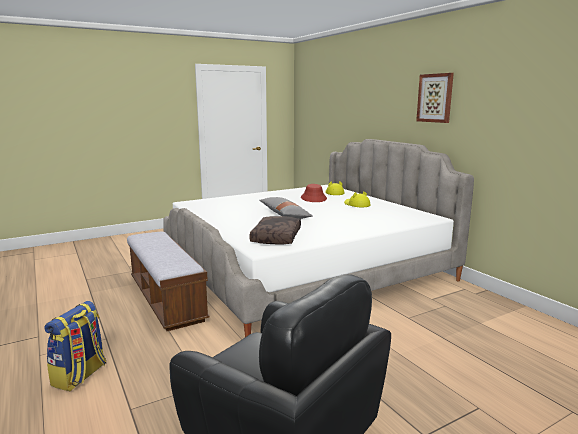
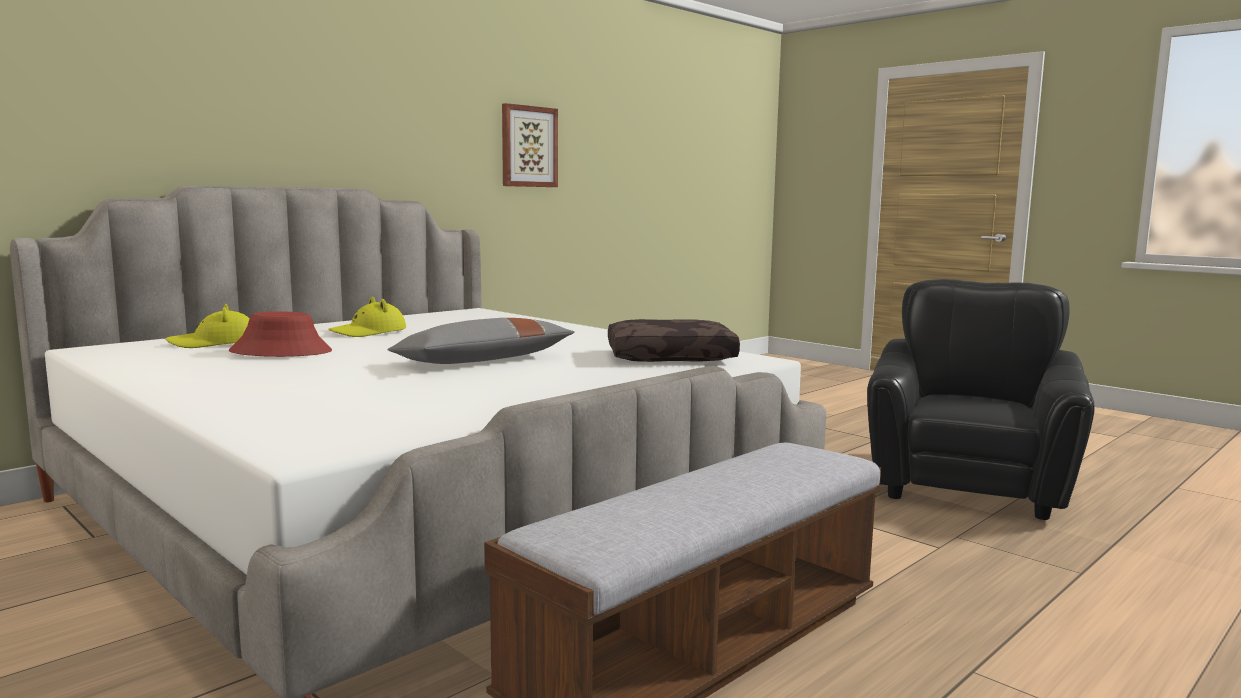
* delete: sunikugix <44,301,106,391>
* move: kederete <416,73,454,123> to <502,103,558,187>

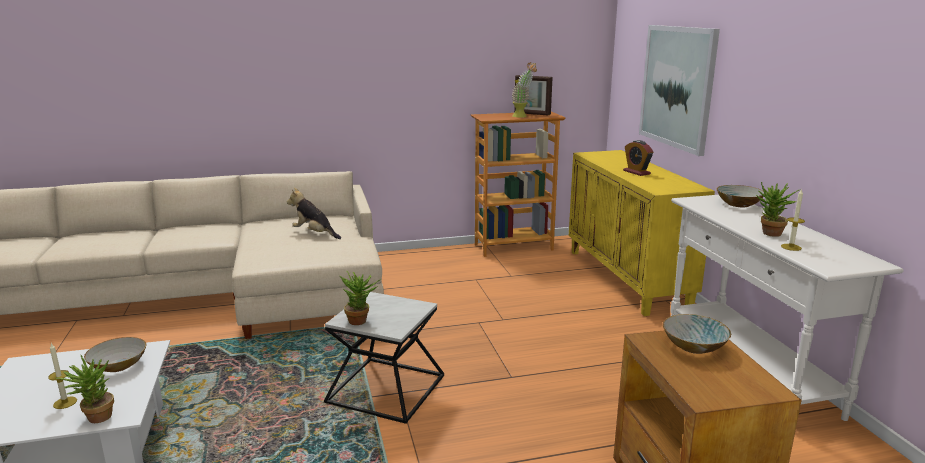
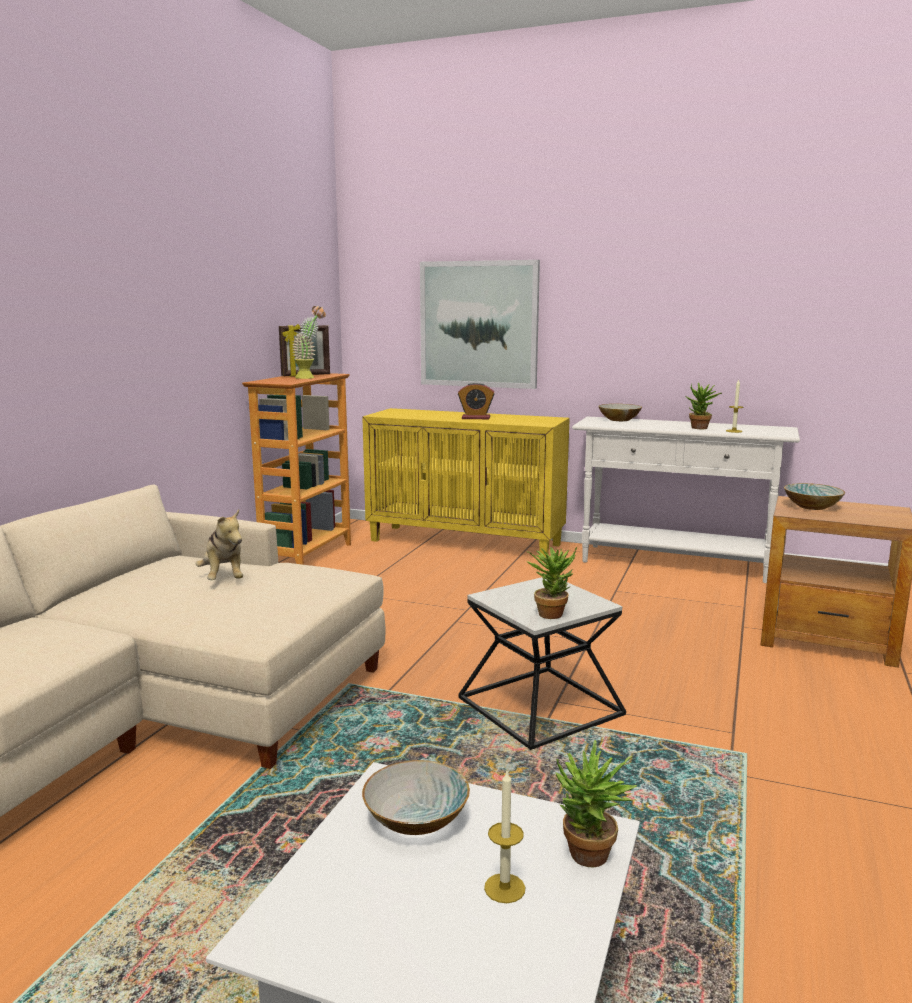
* rotate: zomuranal <287,187,341,239> = <196,510,243,580> 90 degrees counterclockwise

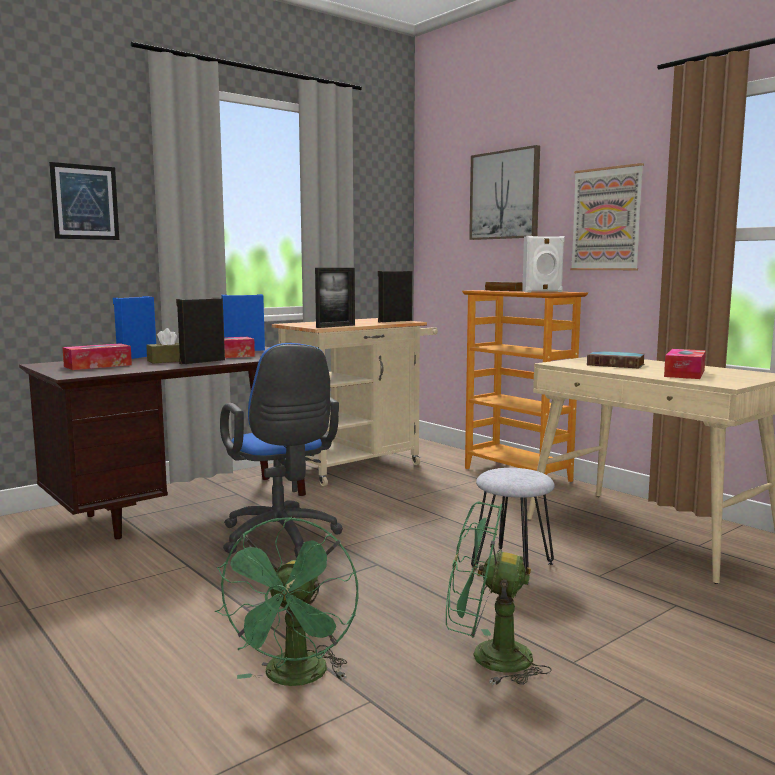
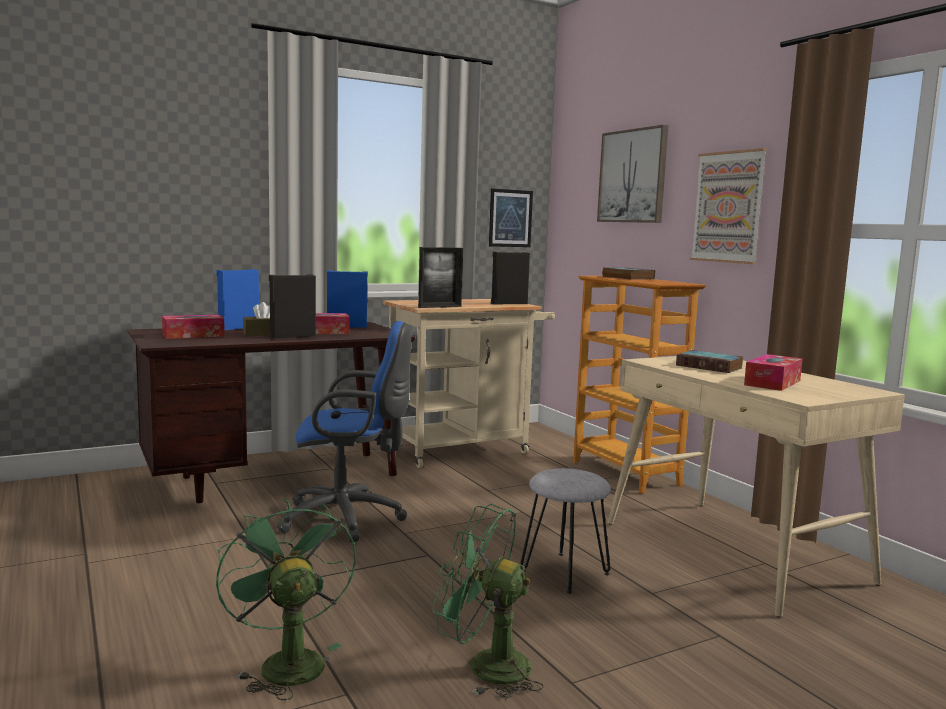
* delete: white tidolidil <522,236,565,292>
* move: kederete <49,162,119,240> to <489,188,533,247>
* rotate: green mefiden <215,517,358,686> = <216,498,356,700> 135 degrees clockwise
* rotate: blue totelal <220,343,343,558> = <277,321,411,542> 75 degrees counterclockwise

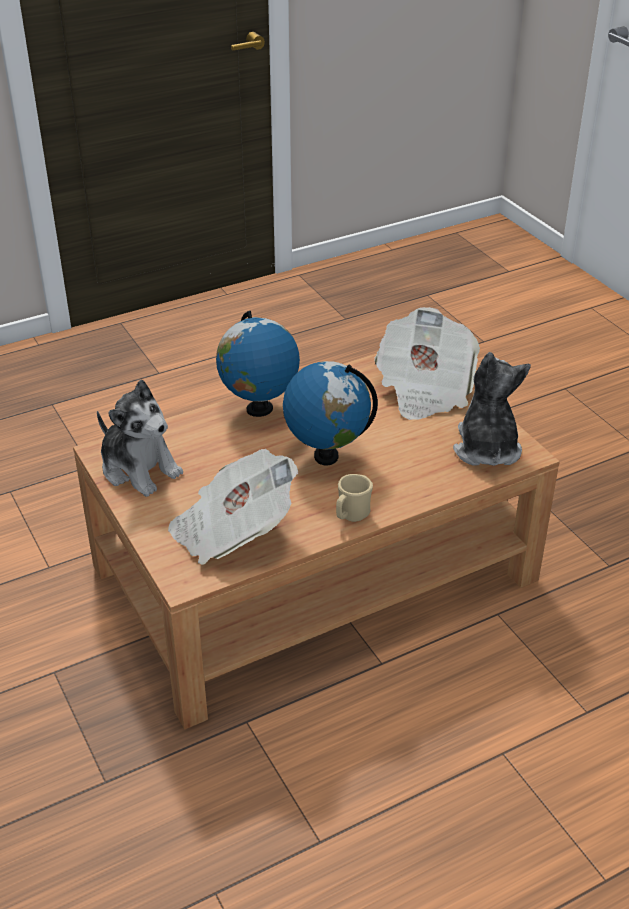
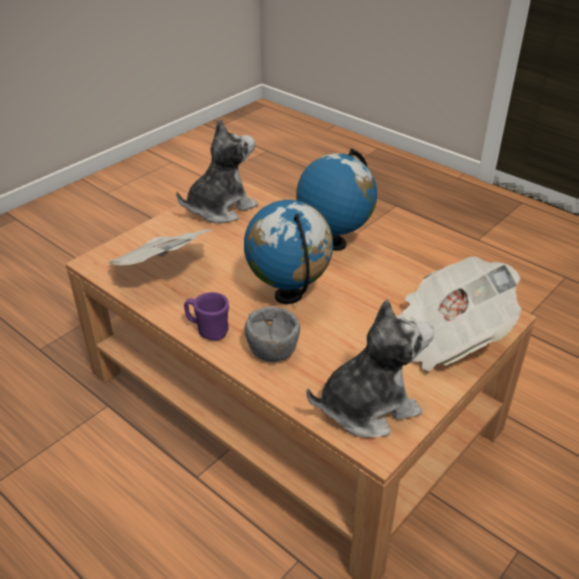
* insert: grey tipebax <245,306,300,362>
* recolor: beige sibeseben <336,474,373,522> to purple sibeseben <184,292,229,340>
* rotate: zomuranal <97,379,183,497> = <176,119,258,223> 150 degrees counterclockwise

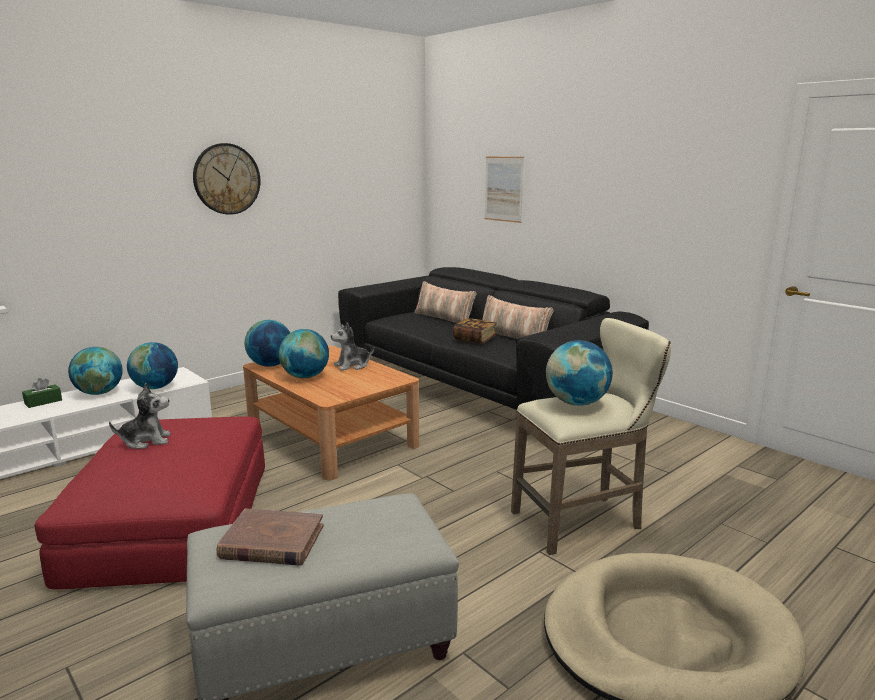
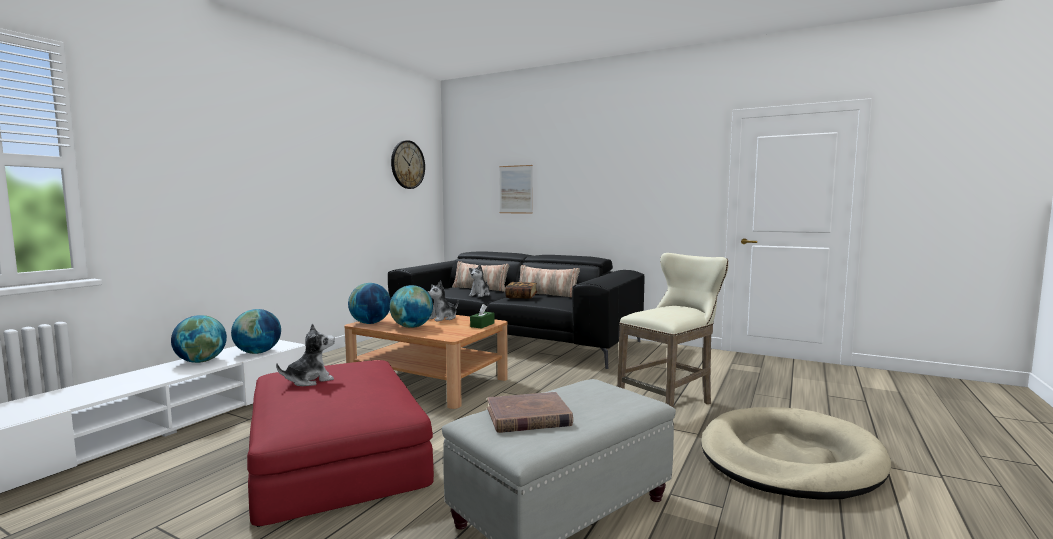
* delete: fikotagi <546,340,613,406>
* insert: zomuranal <469,264,490,297>
* move: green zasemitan <22,378,62,408> to <470,304,495,329>
* move: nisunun <193,143,261,215> to <391,140,425,189>

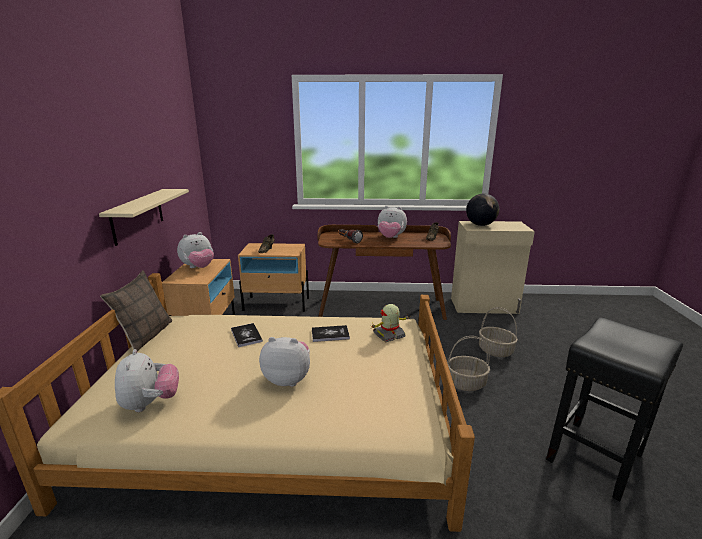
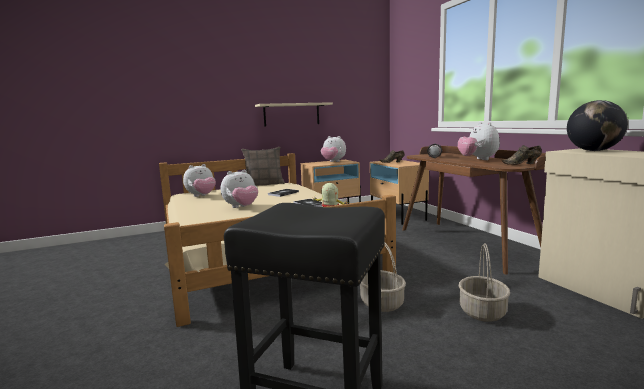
* rotate: zomuranal <259,337,310,387> = <221,170,258,208> 75 degrees clockwise

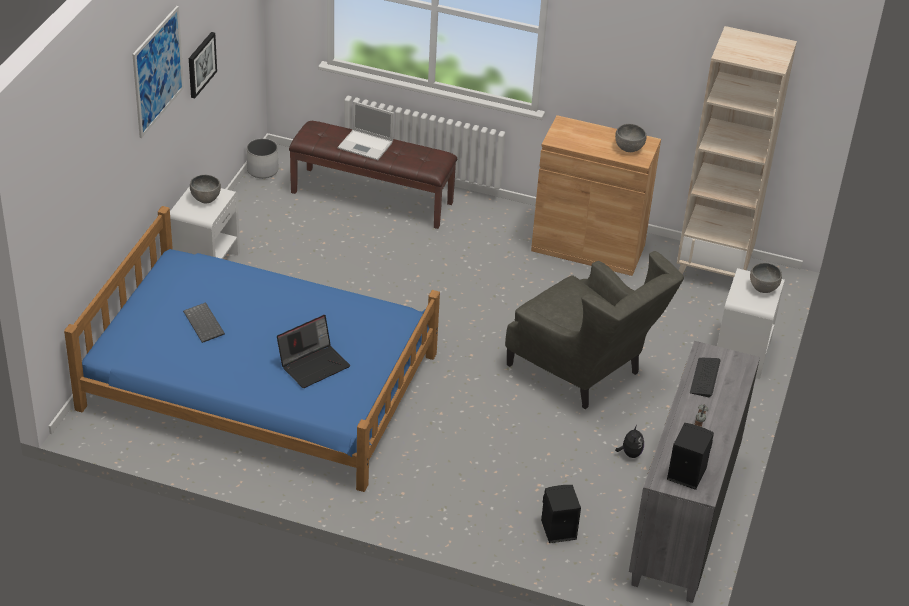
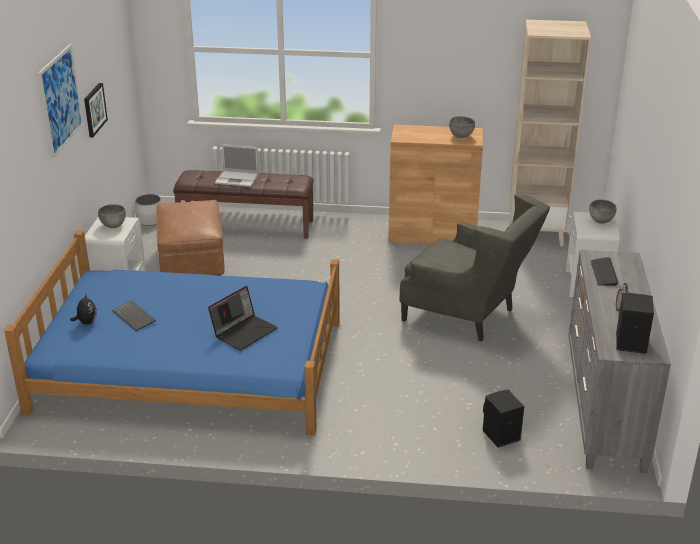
* insert: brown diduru <156,200,224,275>
* move: zomuranal <615,425,644,458> to <70,294,97,324>

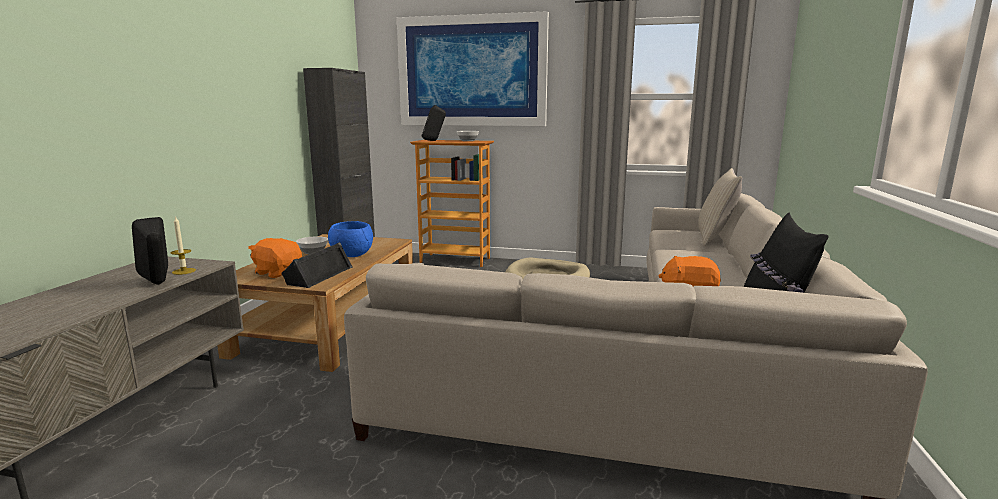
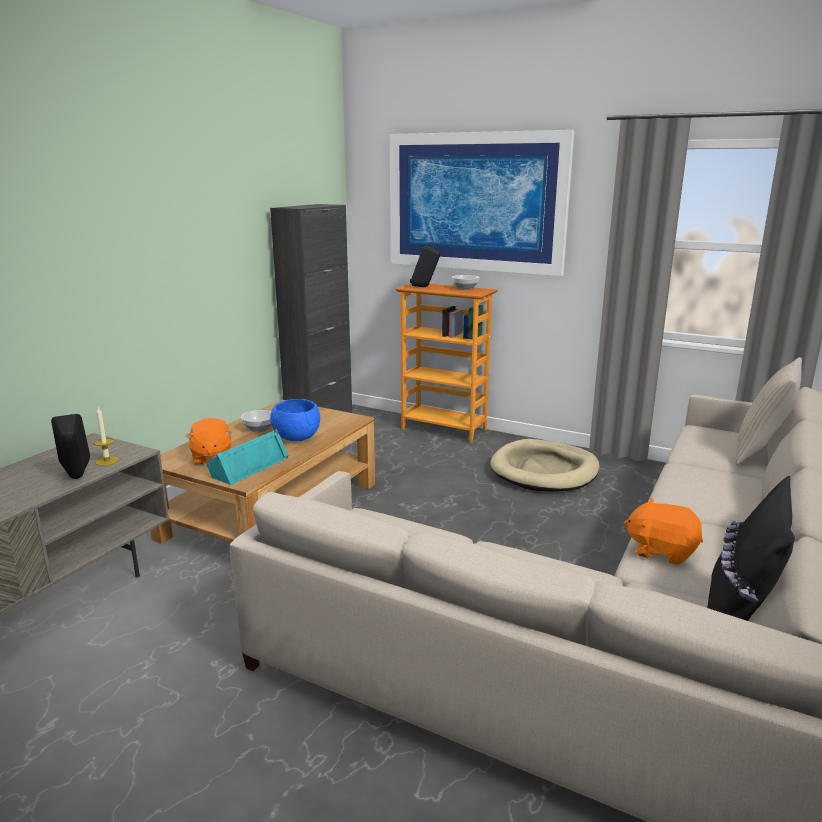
* recolor: black tidolidil <281,242,352,288> to turquoise tidolidil <207,429,289,485>
* rotate: orange zomuranal <248,238,302,278> = <185,418,232,465> 150 degrees counterclockwise

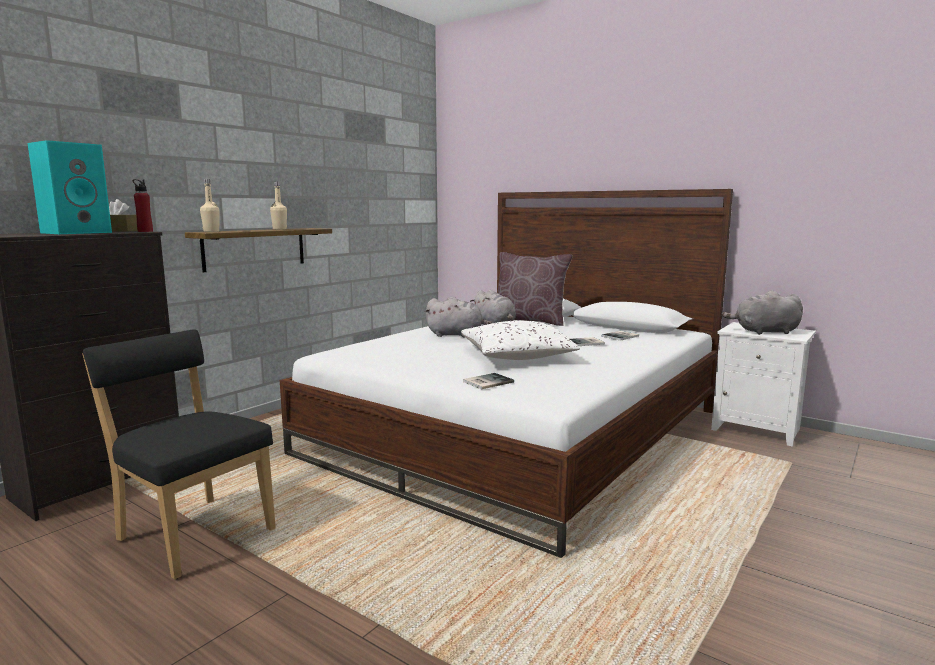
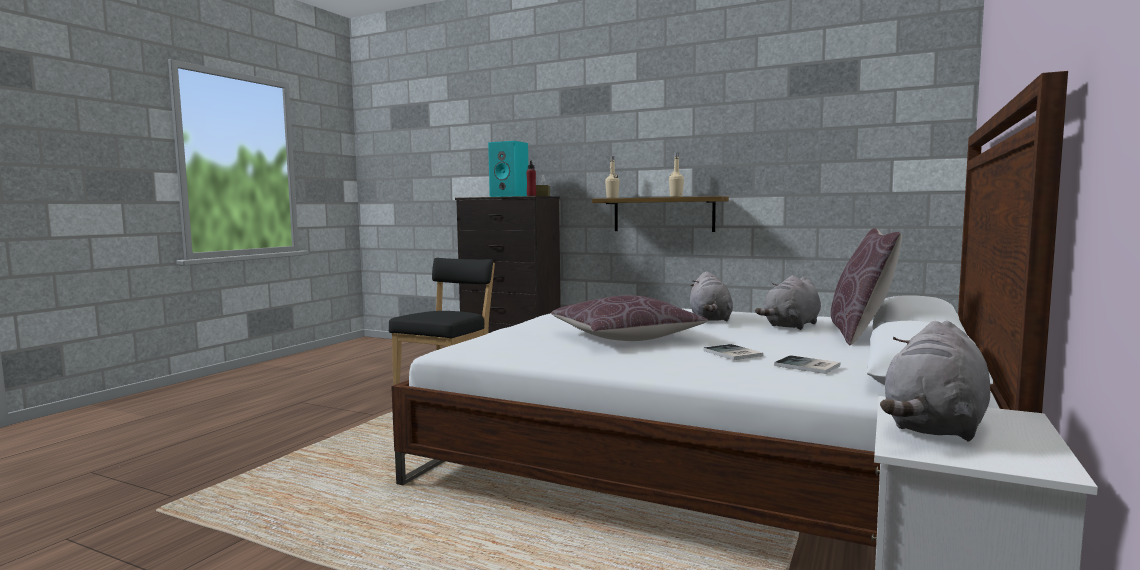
* delete: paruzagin <463,373,514,389>
* recolor: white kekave <461,321,580,360> to brown kekave <551,295,708,341>
* rotate: grey zomuranal <722,291,803,335> = <880,321,990,441> 135 degrees counterclockwise

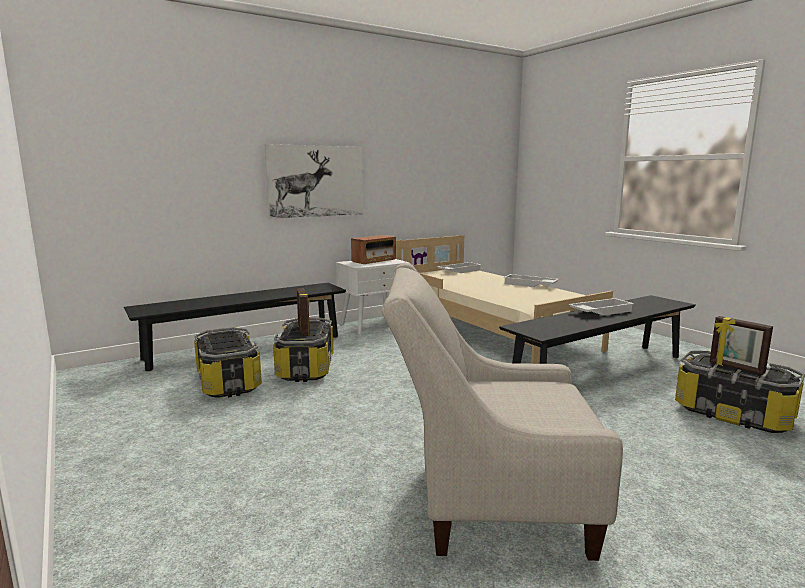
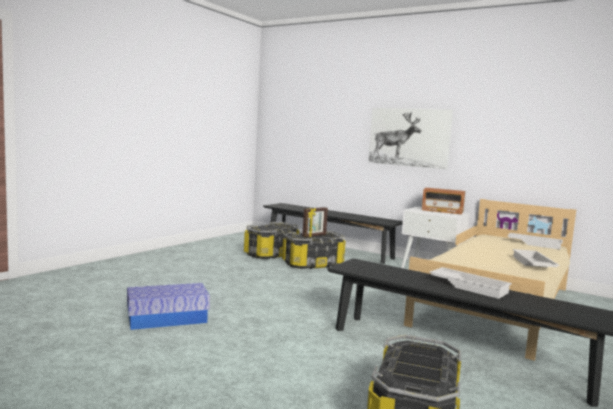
* delete: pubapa <710,316,773,375>
* replace: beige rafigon <382,262,623,561> to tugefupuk <127,283,210,330>

